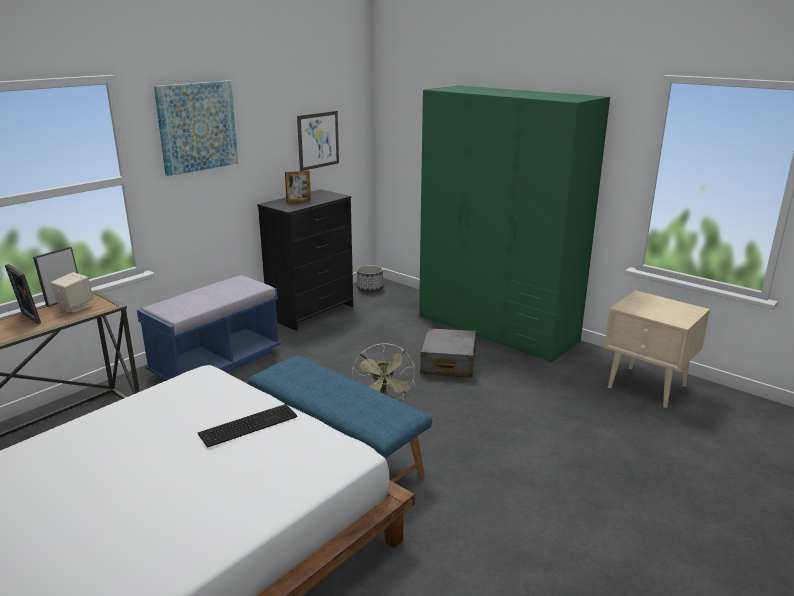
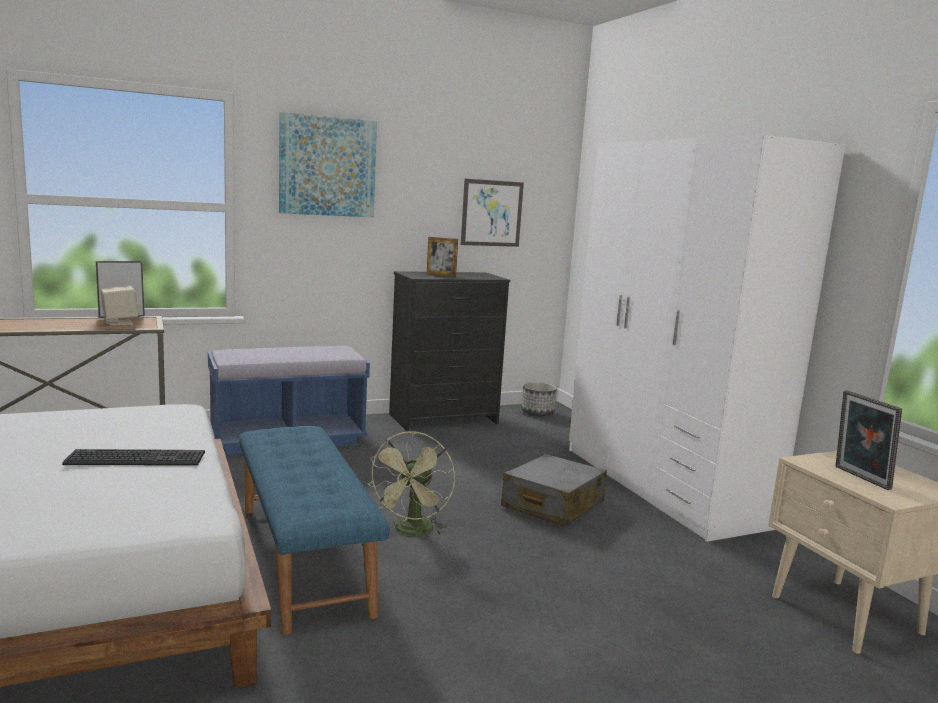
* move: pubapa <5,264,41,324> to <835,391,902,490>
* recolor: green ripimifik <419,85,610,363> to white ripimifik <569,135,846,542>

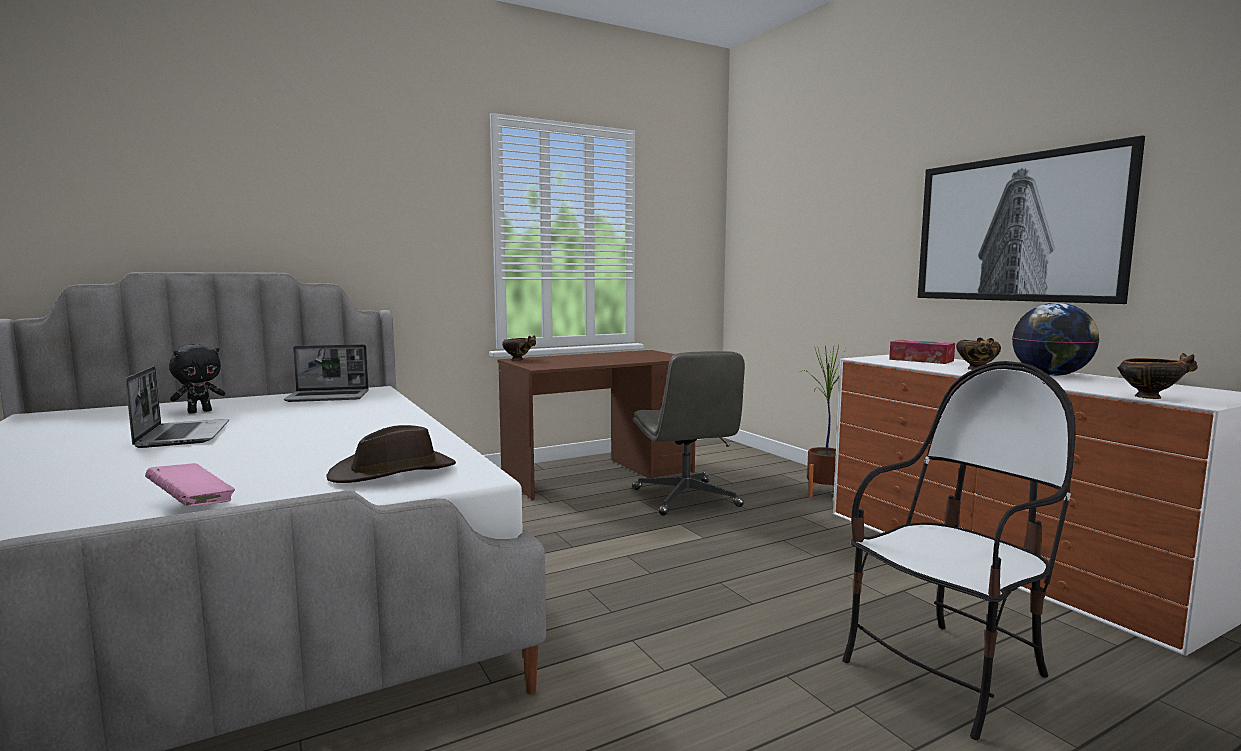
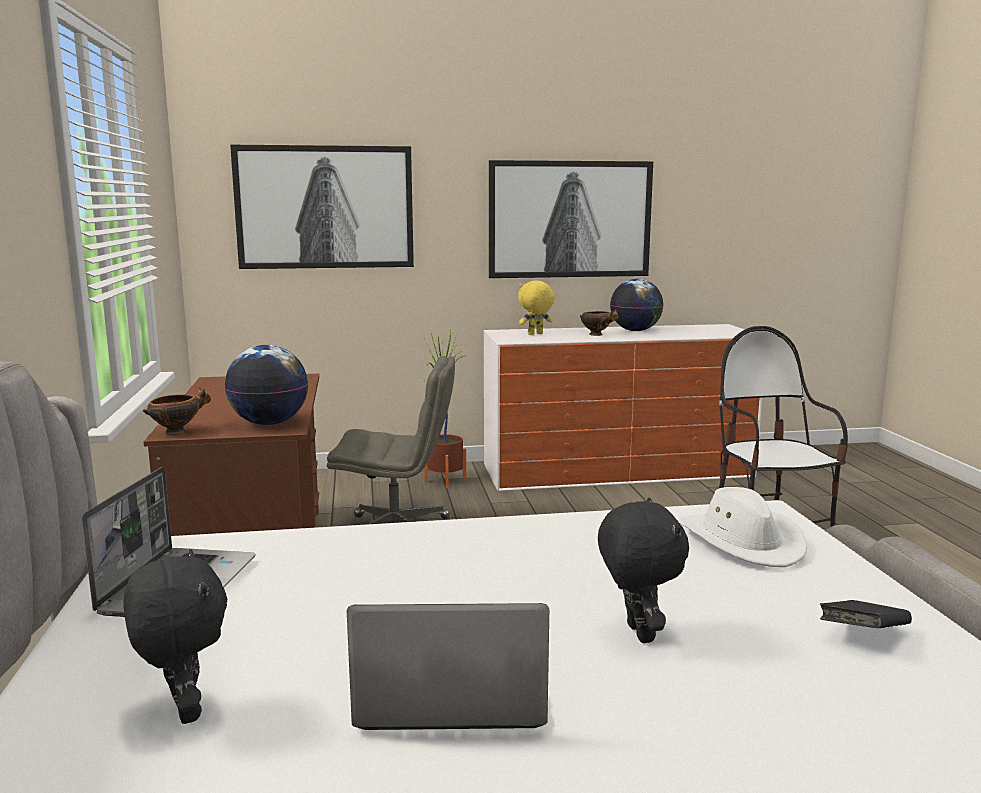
* delete: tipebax <1117,353,1198,399>
* insert: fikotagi <225,345,308,425>
* insert: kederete <230,145,414,269>
* insert: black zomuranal <598,497,689,643>
* replace: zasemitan <889,340,955,364> to yellow zomuranal <518,280,555,335>
* recolor: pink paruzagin <145,463,235,507> to black paruzagin <820,600,912,628>
* recolor: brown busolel <326,425,456,483> to white busolel <679,487,807,567>

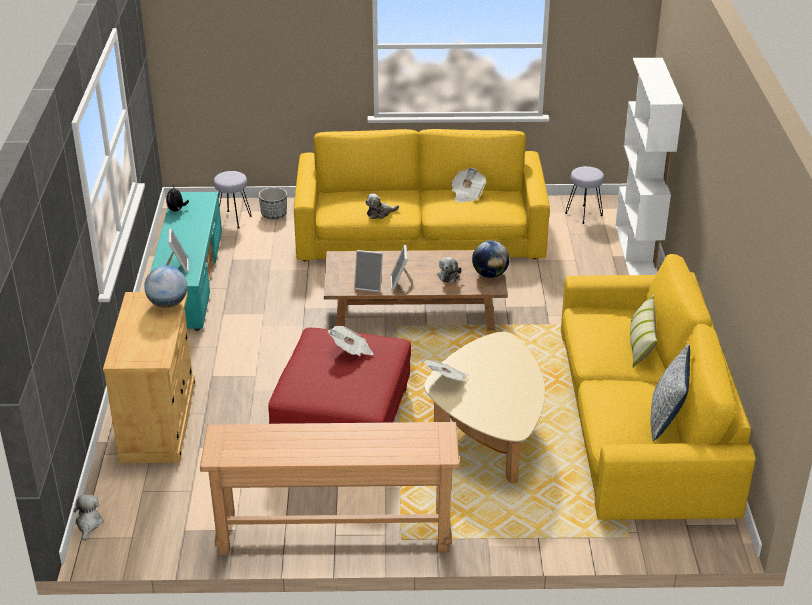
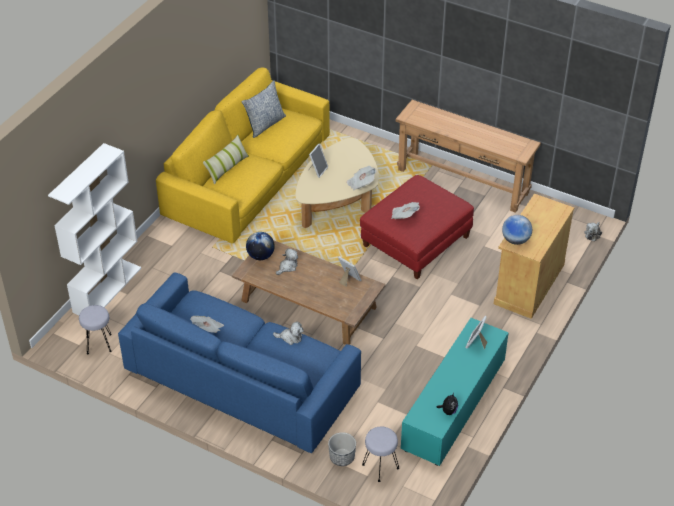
* move: pubapa <390,245,413,291> to <309,144,328,178>
* recolor: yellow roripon <294,129,550,261> to blue roripon <118,272,361,453>

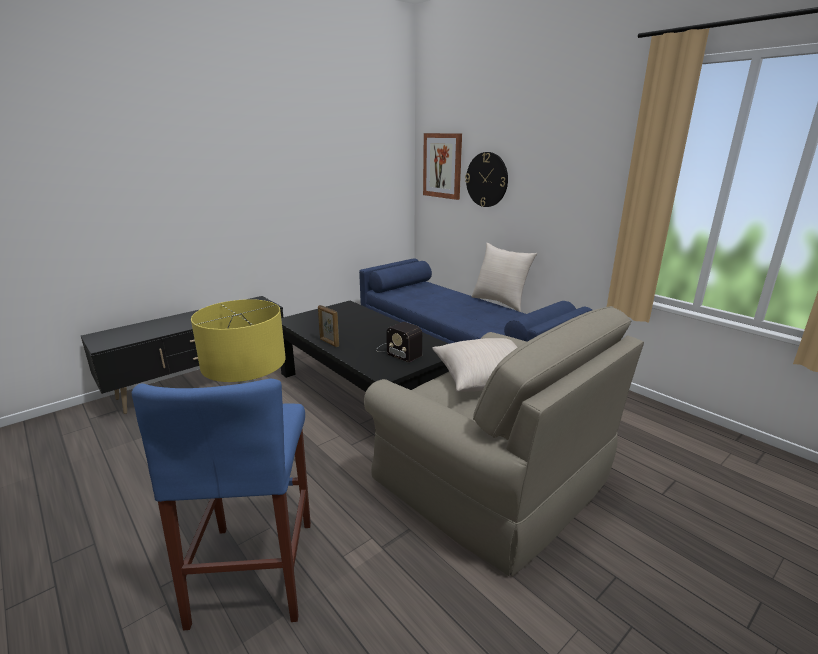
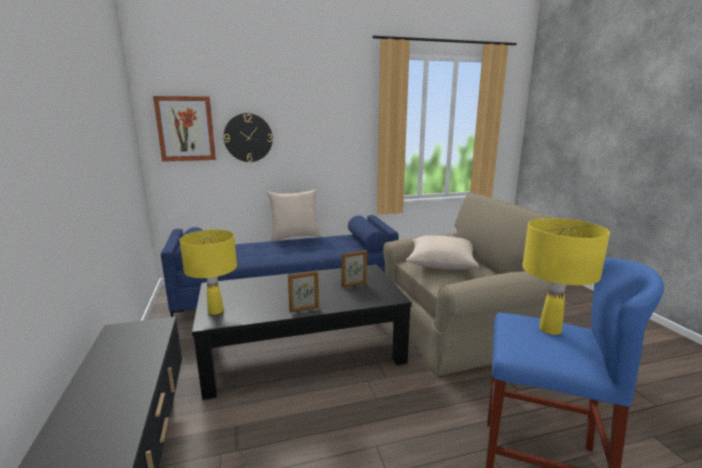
* insert: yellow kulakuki <180,230,237,315>
* replace: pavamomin <376,322,422,363> to pubapa <341,250,367,287>

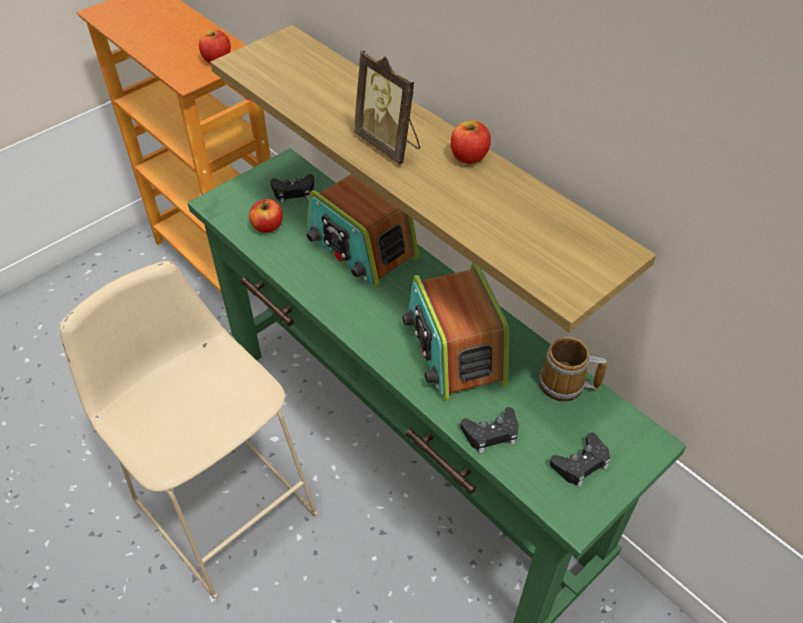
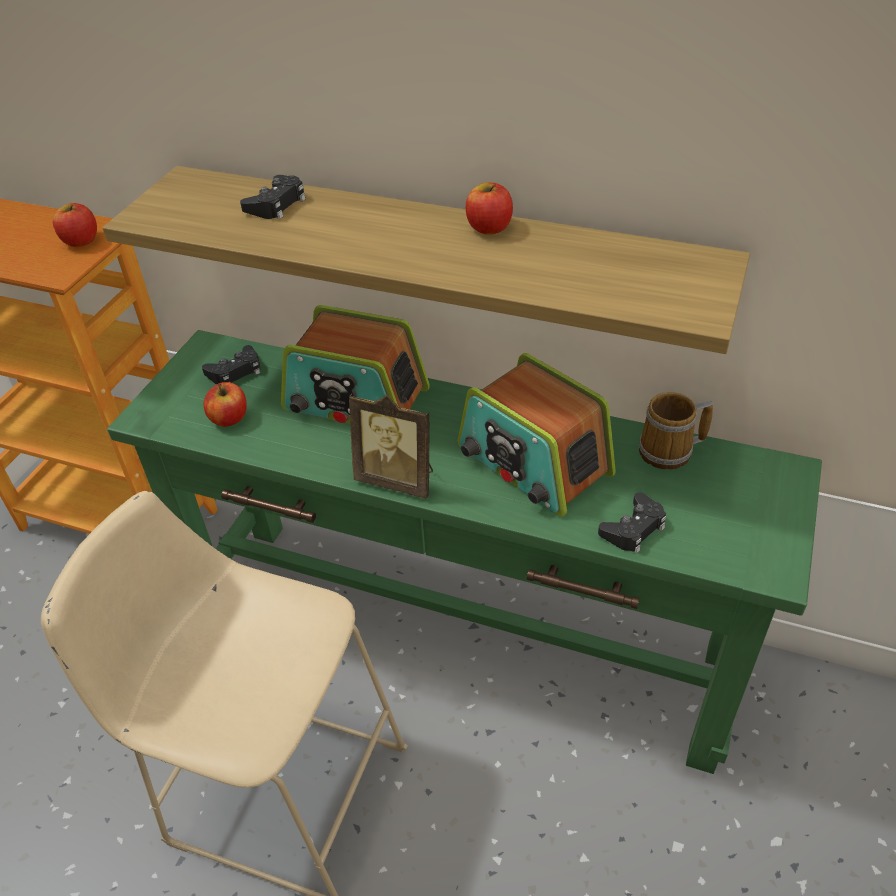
* move: pubapa <354,50,420,165> to <349,394,433,499>
* move: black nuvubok <550,432,611,487> to <240,175,306,219>

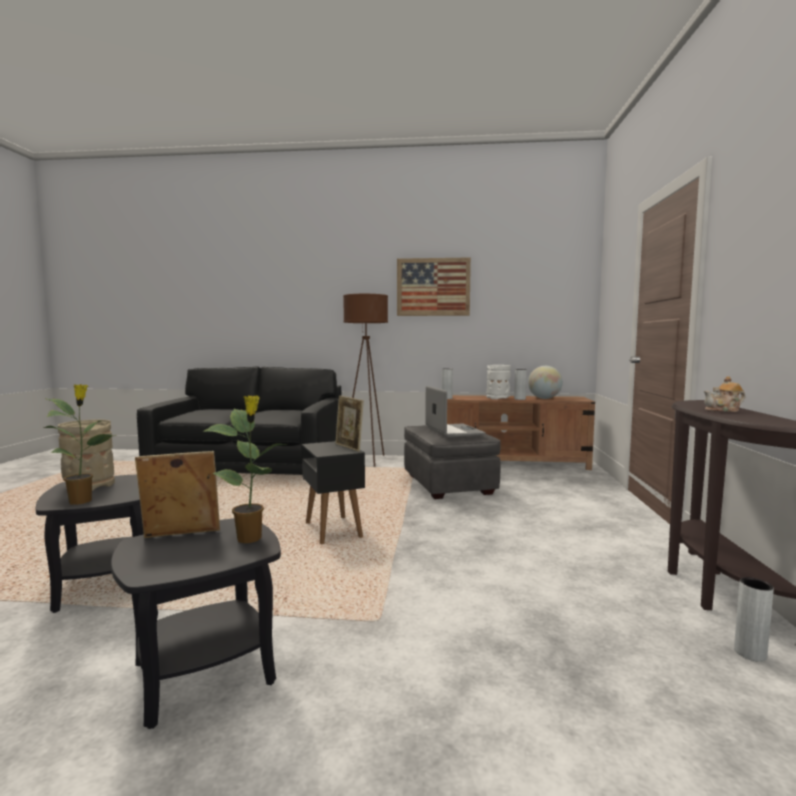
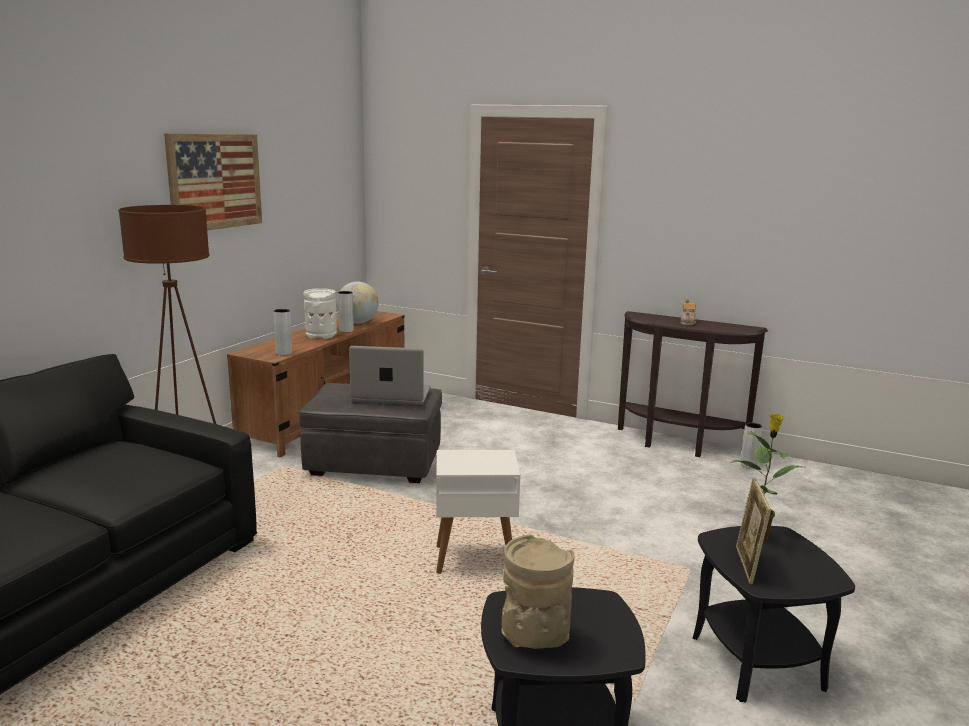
* delete: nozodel <43,384,116,505>
* delete: pubapa <335,395,364,452>
* recolor: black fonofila <302,441,365,544> to white fonofila <436,450,520,574>

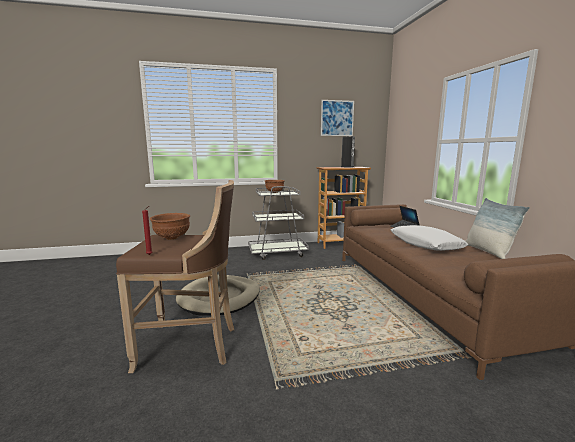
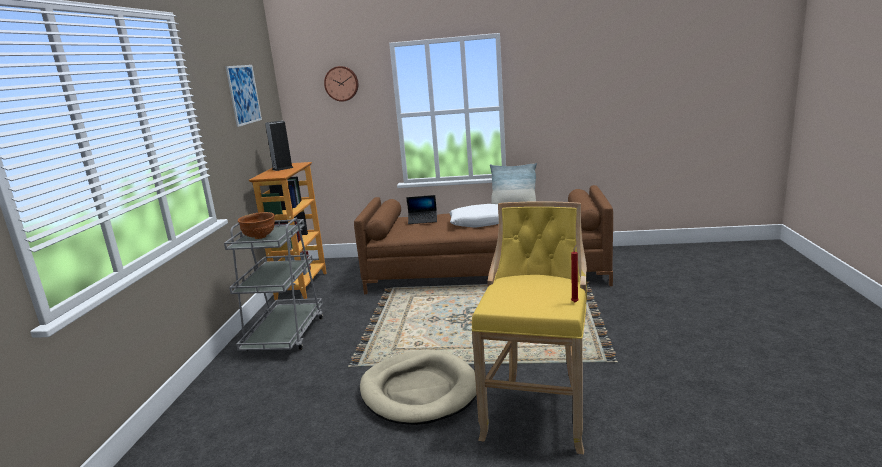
* delete: brown tipebax <150,213,190,240>
* insert: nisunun <324,66,359,102>
* recolor: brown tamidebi <116,180,234,373> to yellow tamidebi <472,202,587,454>

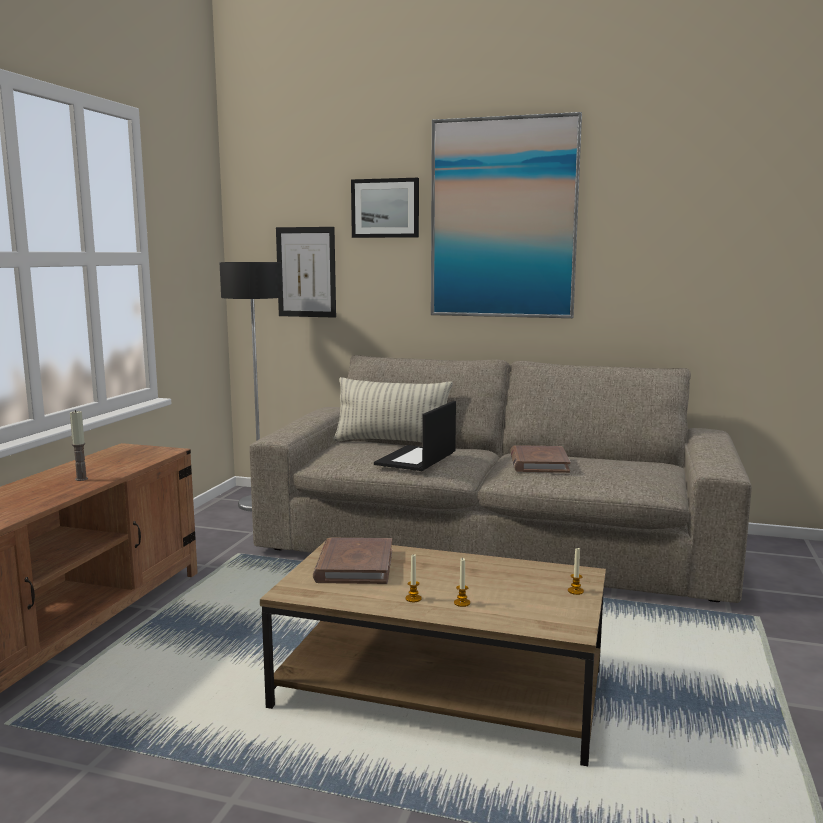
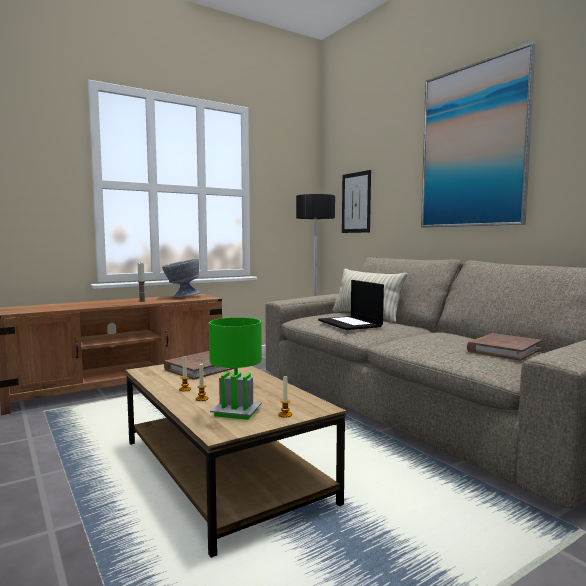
* delete: kederete <351,178,419,238>
* insert: grey tipebax <162,259,201,298>
* insert: green kulakuki <209,317,262,420>
* move: brown paruzagin <510,445,571,473> to <467,333,542,361>
* rotate: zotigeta <374,401,456,471> = <318,280,384,330> 90 degrees counterclockwise

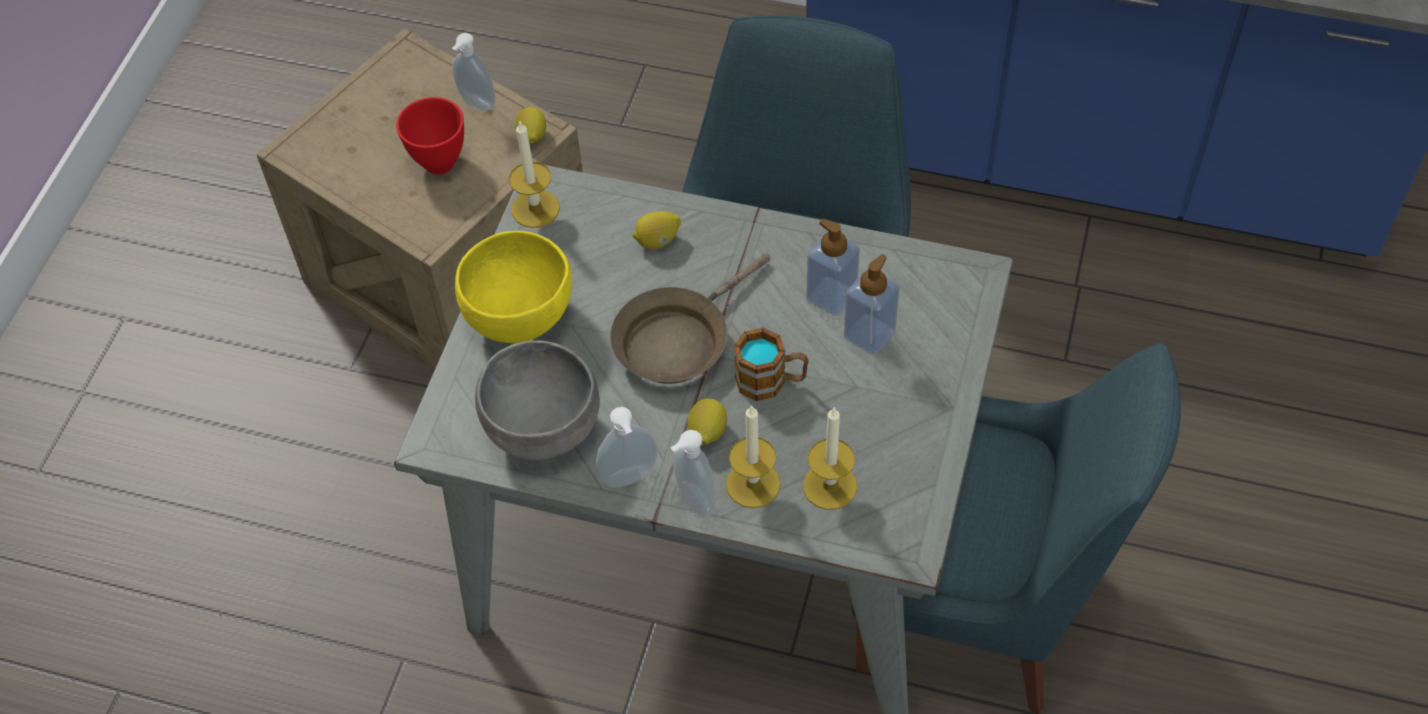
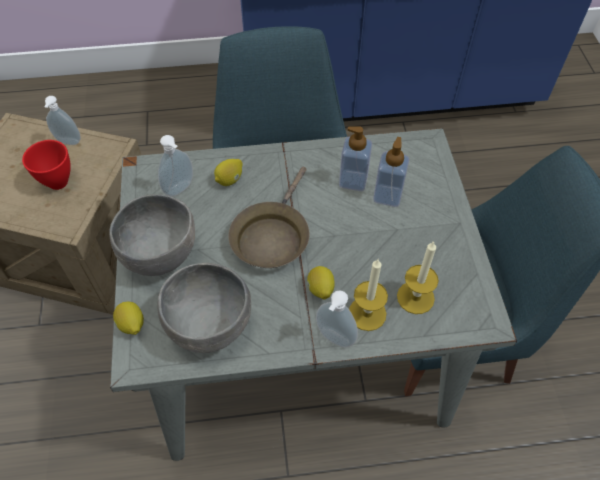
* delete: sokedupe <509,120,560,228>
* delete: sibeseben <734,327,808,401>
* move: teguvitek <515,107,546,144> to <113,301,144,335>
* move: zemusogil <596,407,657,488> to <158,135,193,197>
* recolor: yellow tipebax <455,231,572,343> to grey tipebax <109,194,195,276>

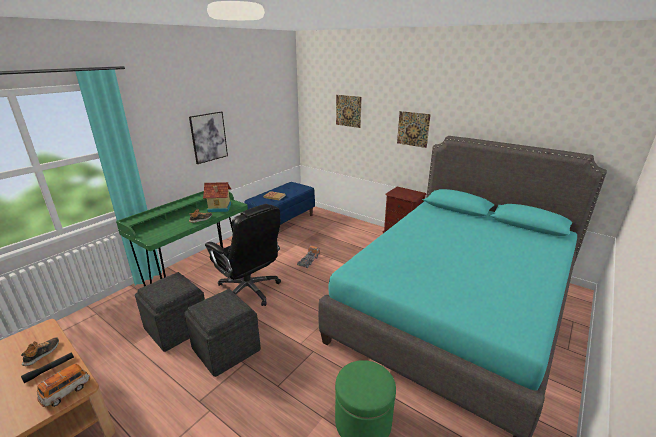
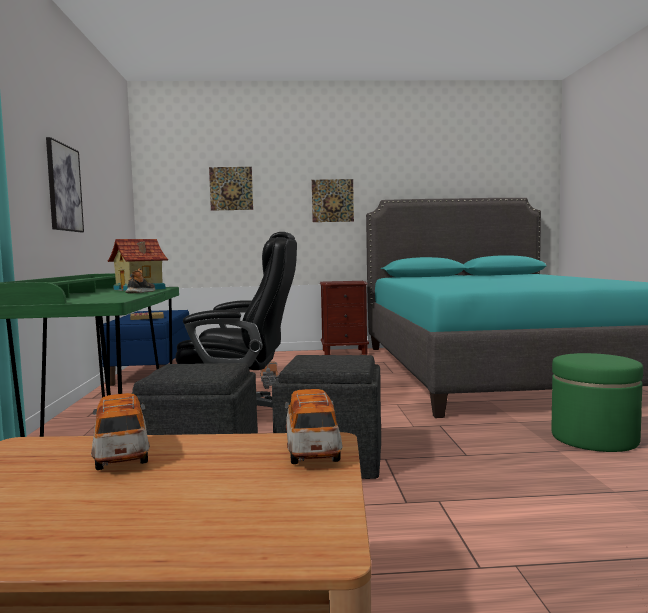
* delete: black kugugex <21,352,74,383>
* replace: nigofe <21,337,59,366> to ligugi <91,393,150,470>

